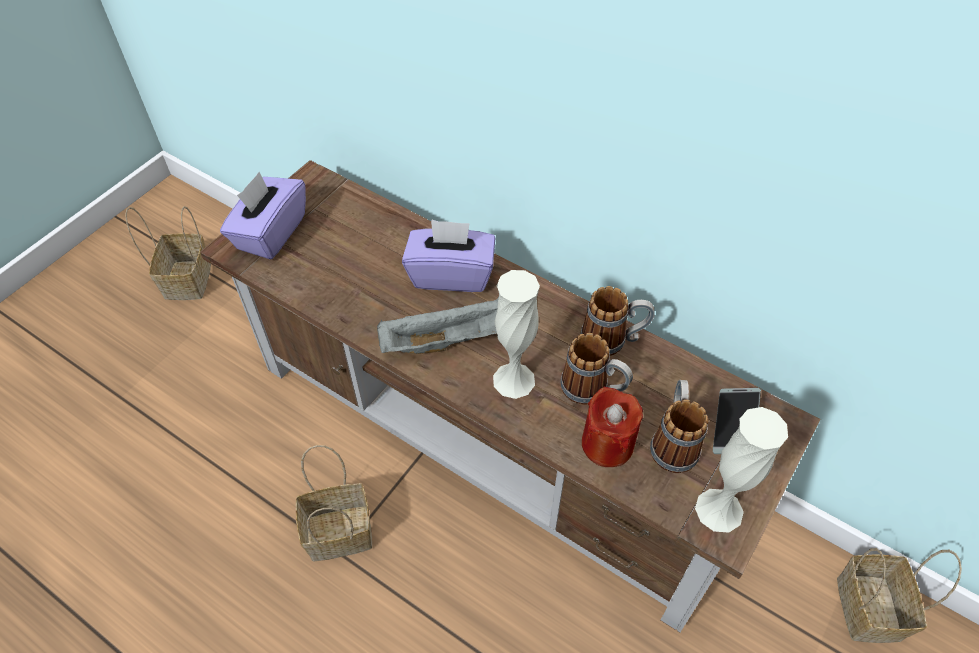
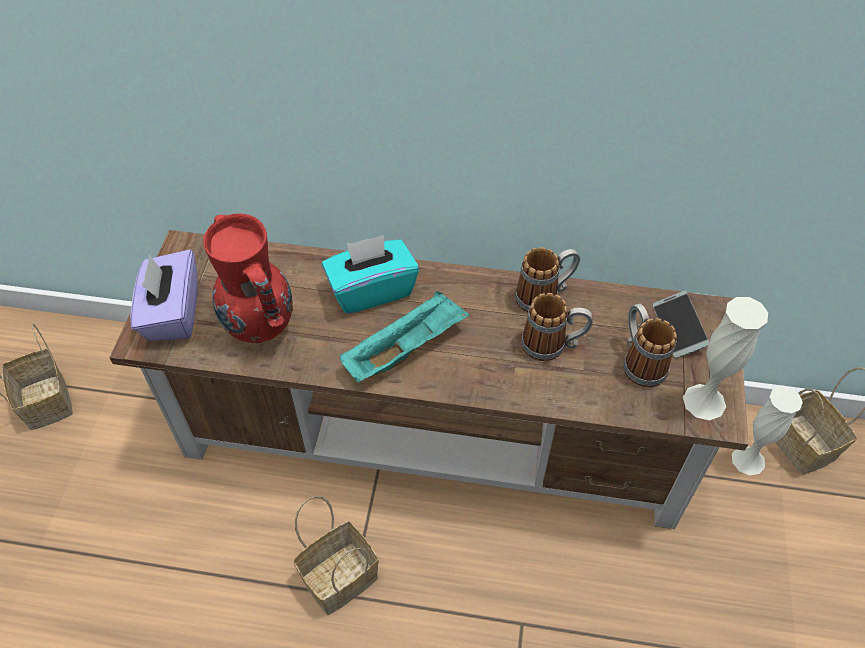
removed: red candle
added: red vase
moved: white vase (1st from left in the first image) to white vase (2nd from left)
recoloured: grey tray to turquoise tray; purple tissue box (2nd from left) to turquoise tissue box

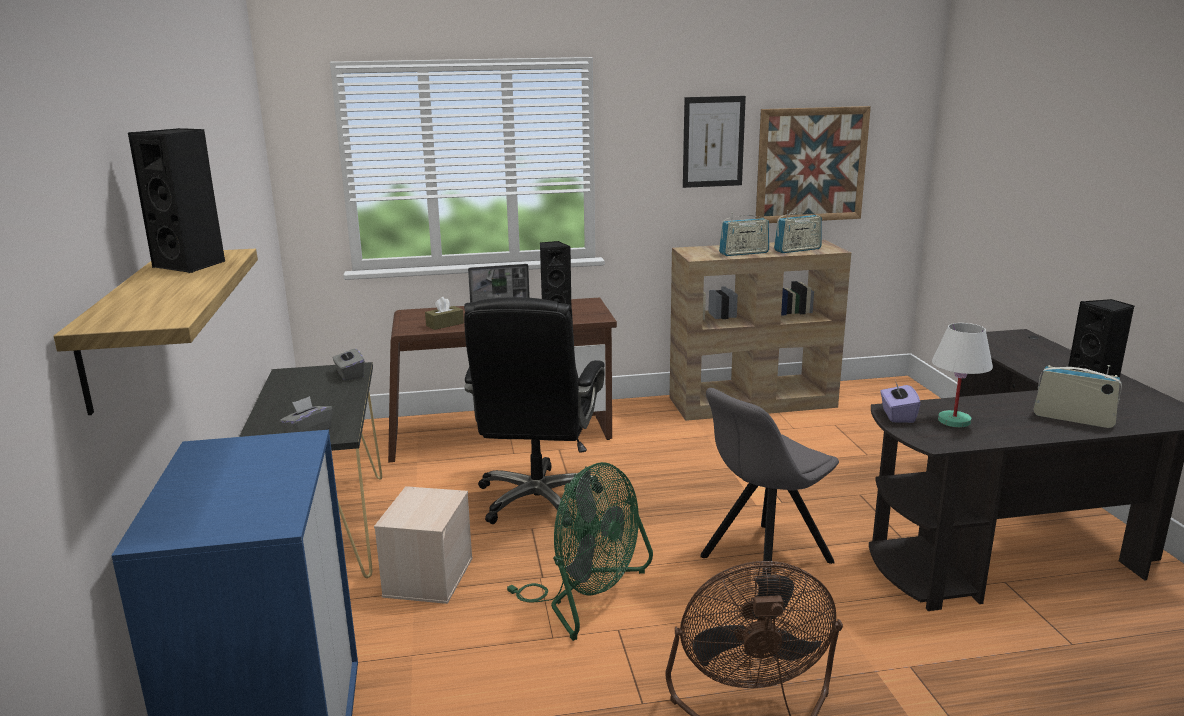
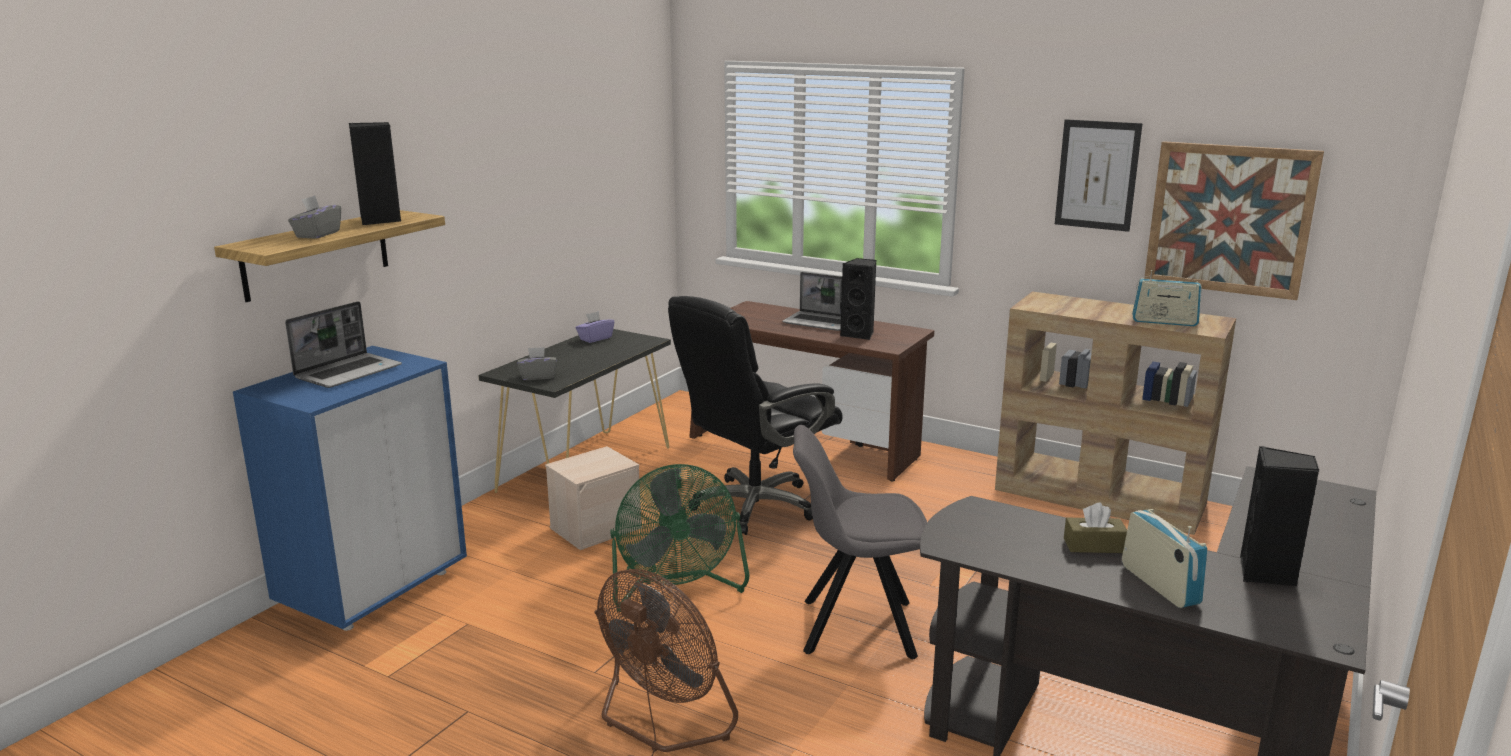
removed: radio (1st from left); white table lamp
added: laptop (1st from left)
moved: grey tissue box (2nd from left in the first image) to grey tissue box (1st from left); brown tissue box; purple tissue box

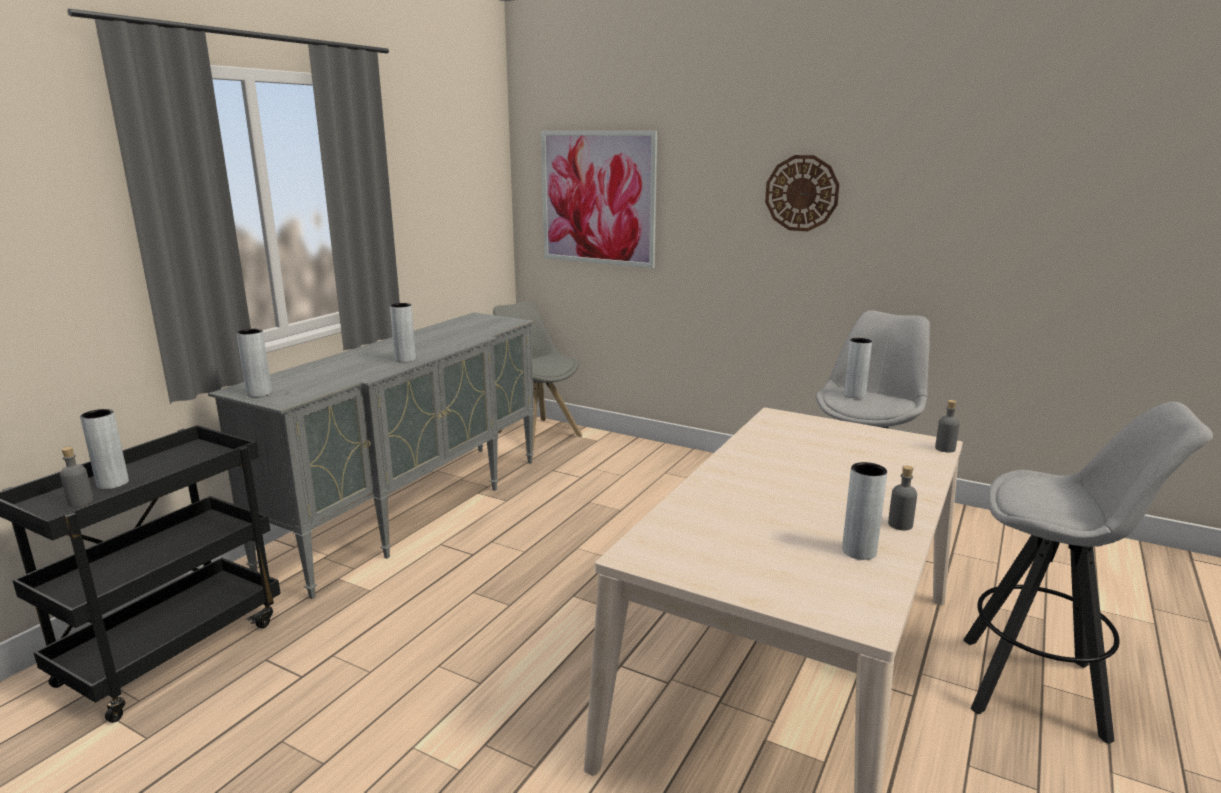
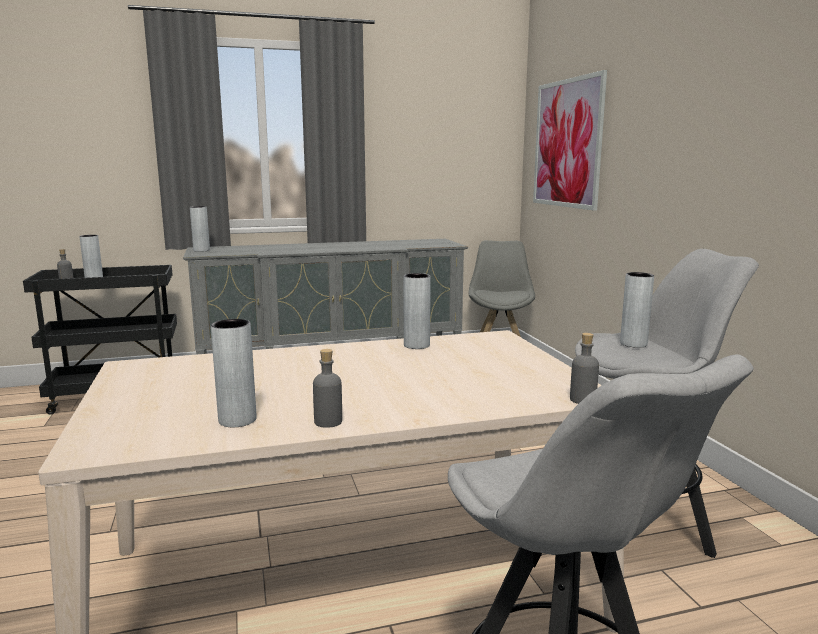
removed: wall clock
moved: grey vase (3rd from left in the first image) to grey vase (4th from left)

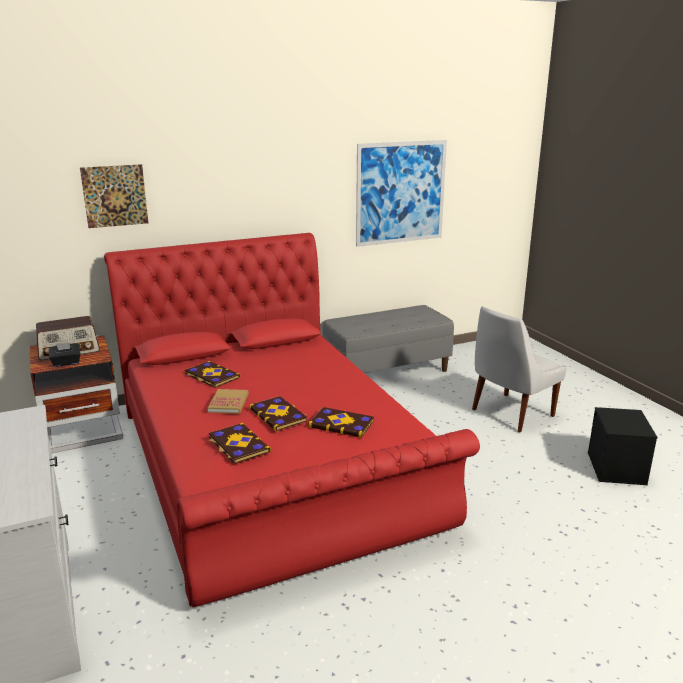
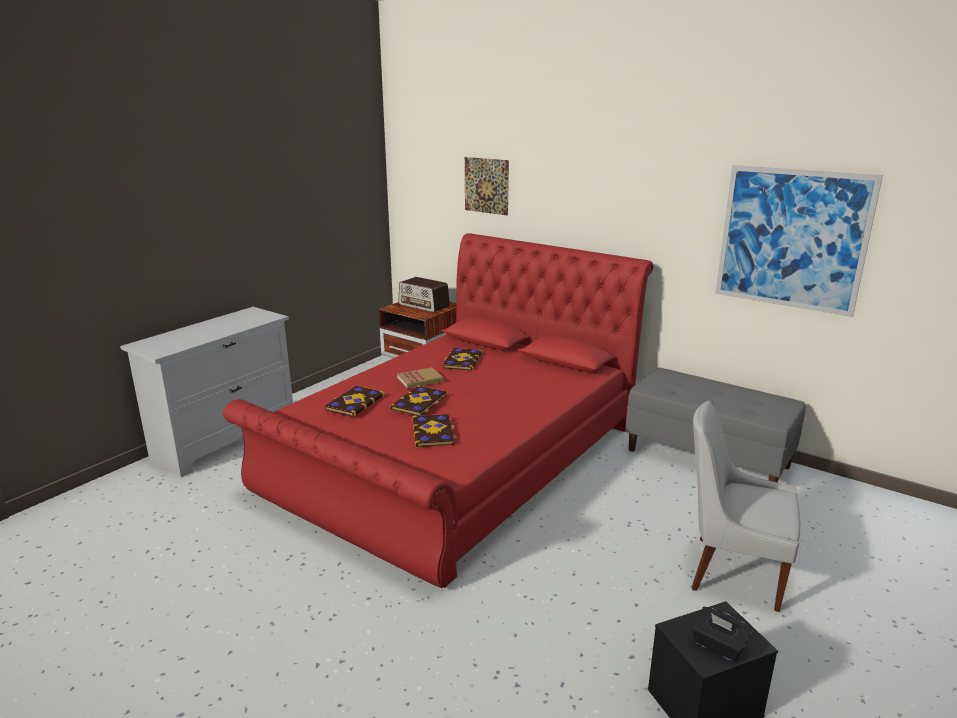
moved: black tissue box

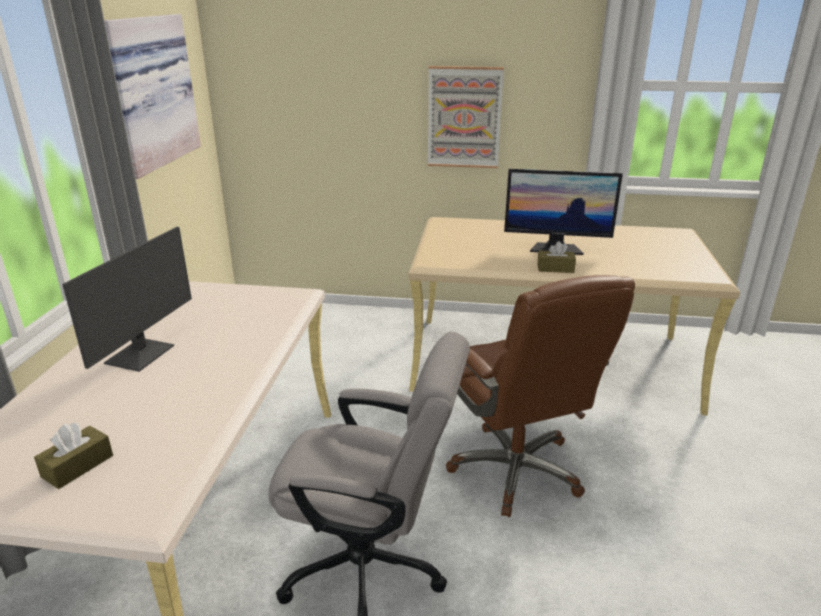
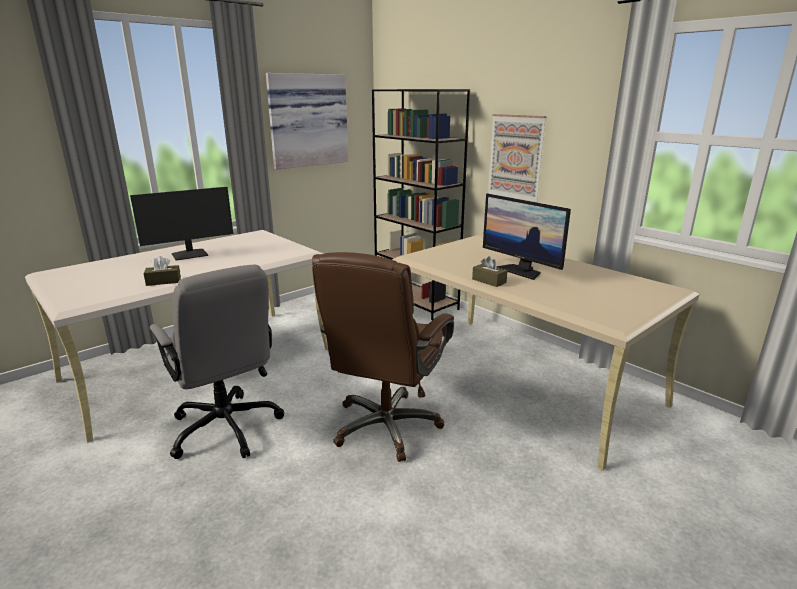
added: beige bookcase
moved: brown tissue box (1st from left)

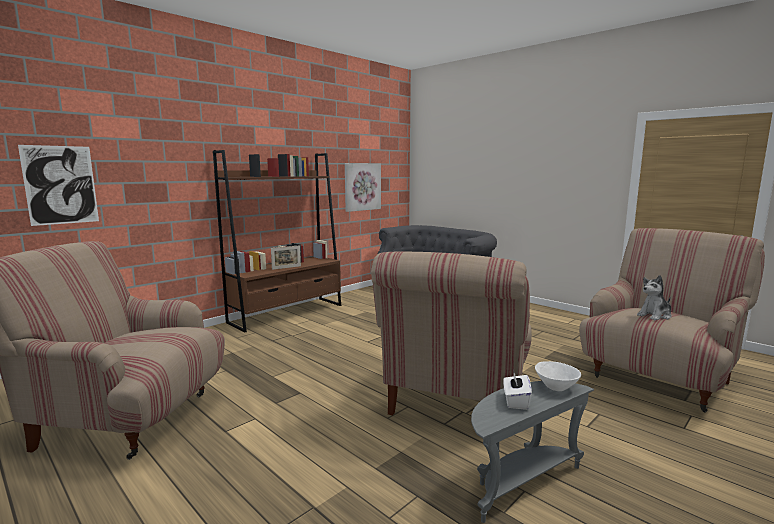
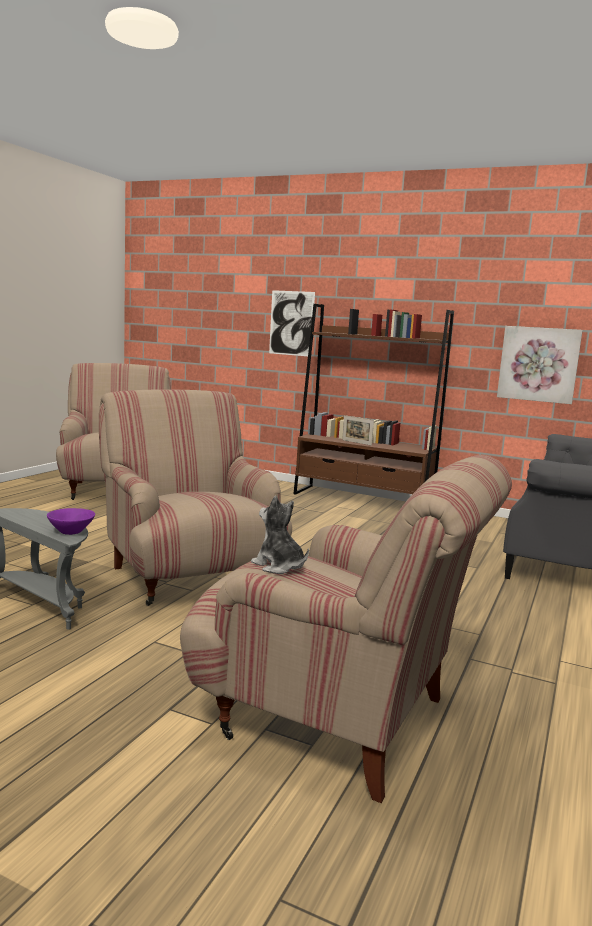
removed: white tissue box
moved: picture (1st from left)
recoloured: white bowl to purple bowl
turned: beige armchair (2nd from left) 60 degrees clockwise

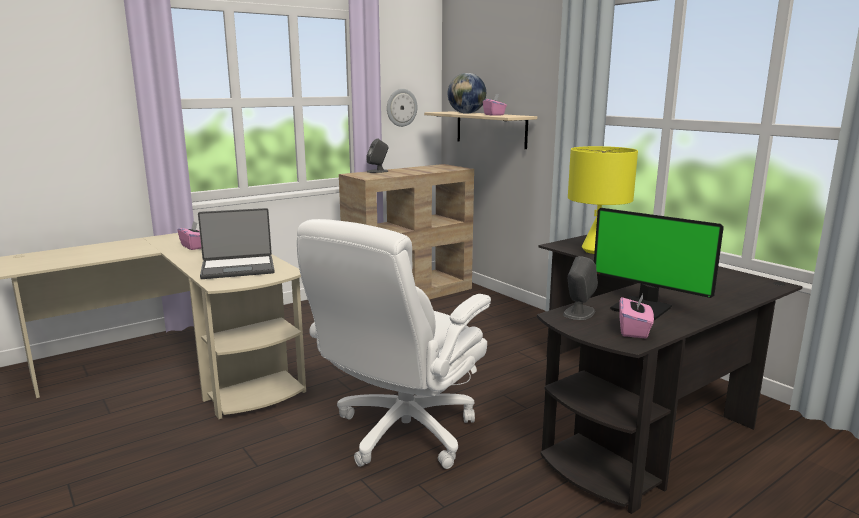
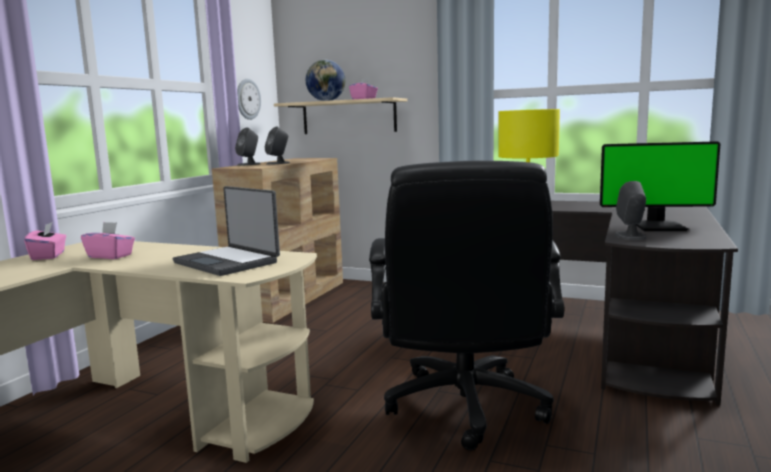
added: grey speaker (2nd from left)
moved: pink tissue box (3rd from left in the first image) to pink tissue box (1st from left)
recoloured: white office chair to black office chair
turned: laptop 90 degrees clockwise

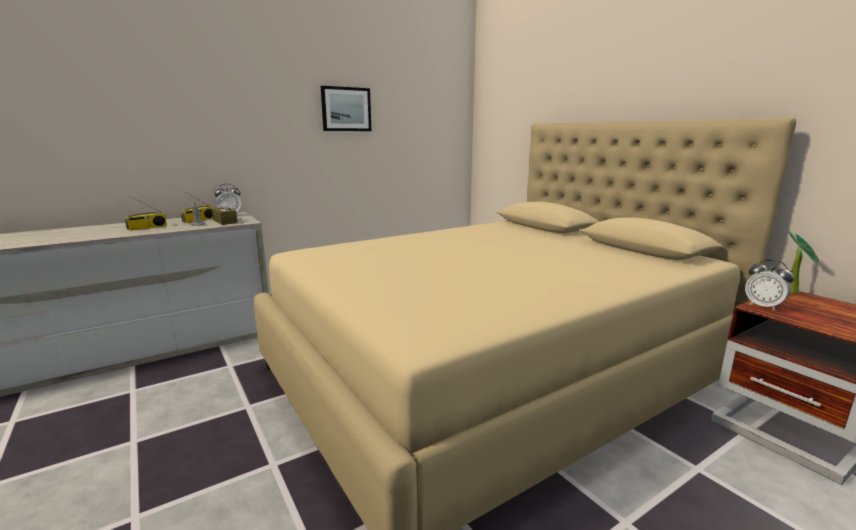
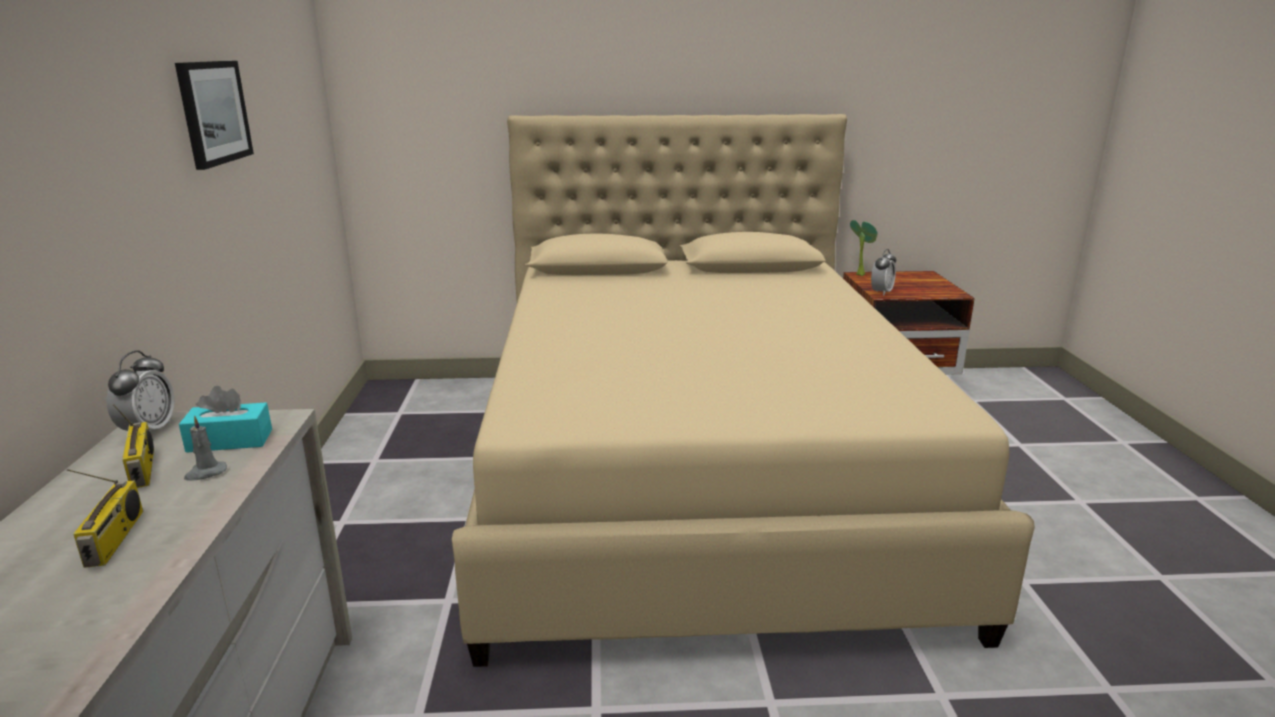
recoloured: brown tissue box to turquoise tissue box
turned: alarm clock (2nd from left) 45 degrees counterclockwise

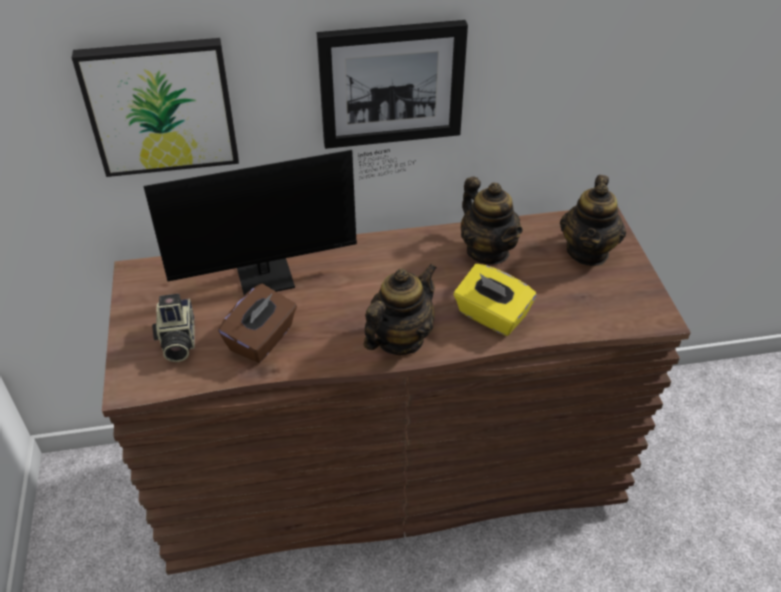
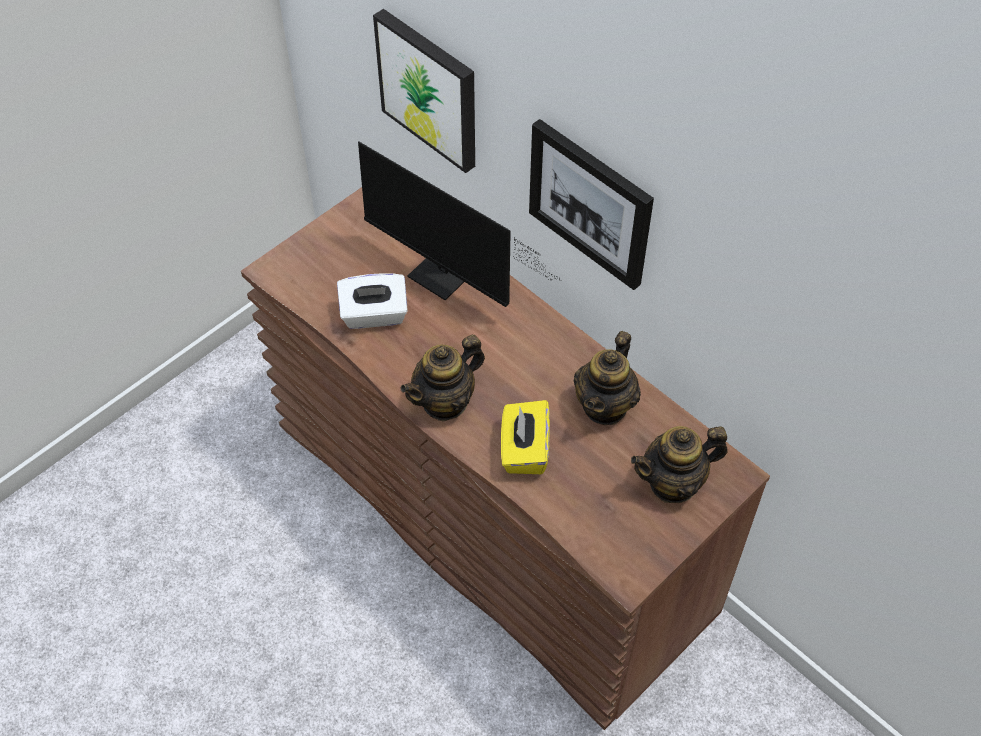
removed: photo camera
recoloured: brown tissue box to white tissue box
turned: teapot (1st from left) 135 degrees clockwise

